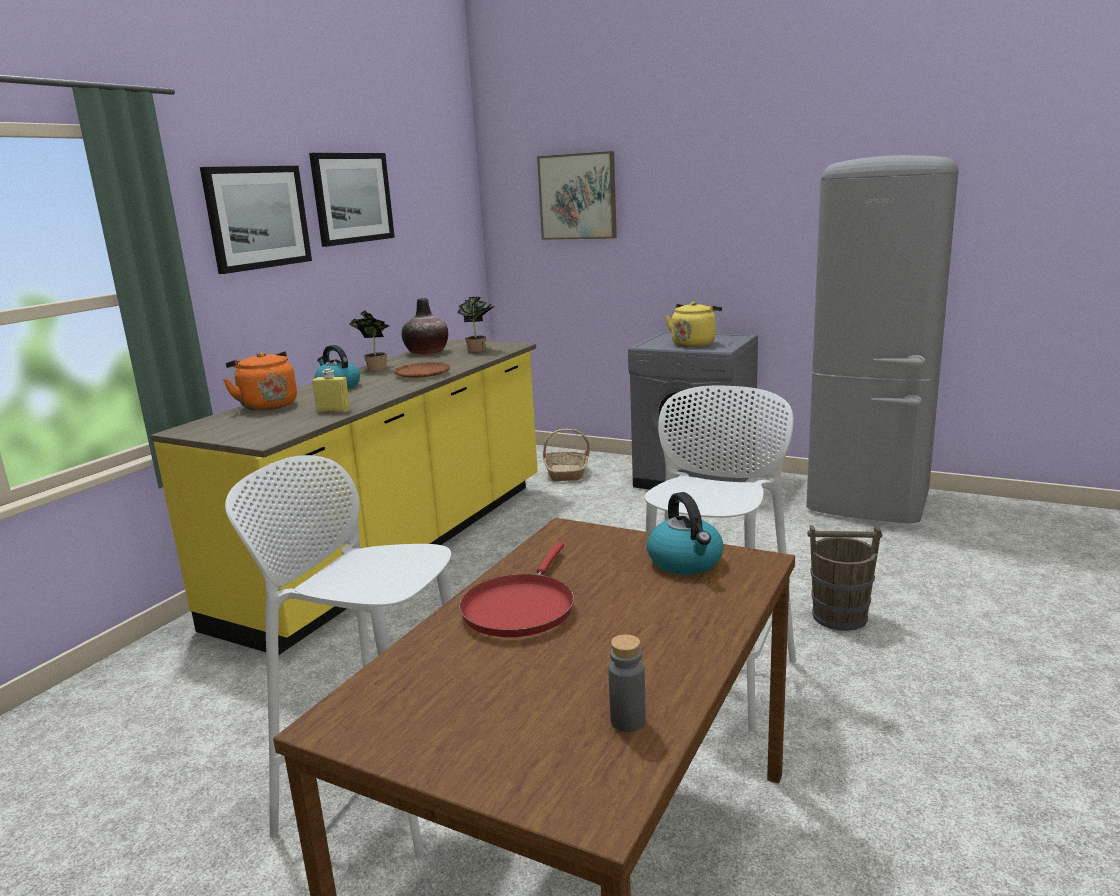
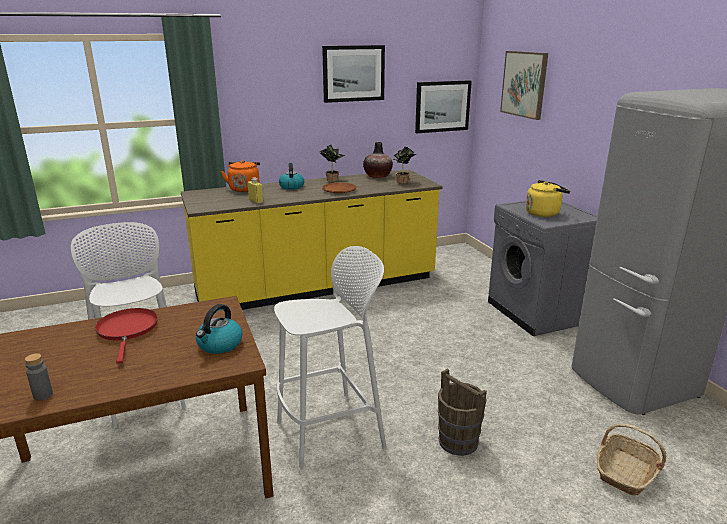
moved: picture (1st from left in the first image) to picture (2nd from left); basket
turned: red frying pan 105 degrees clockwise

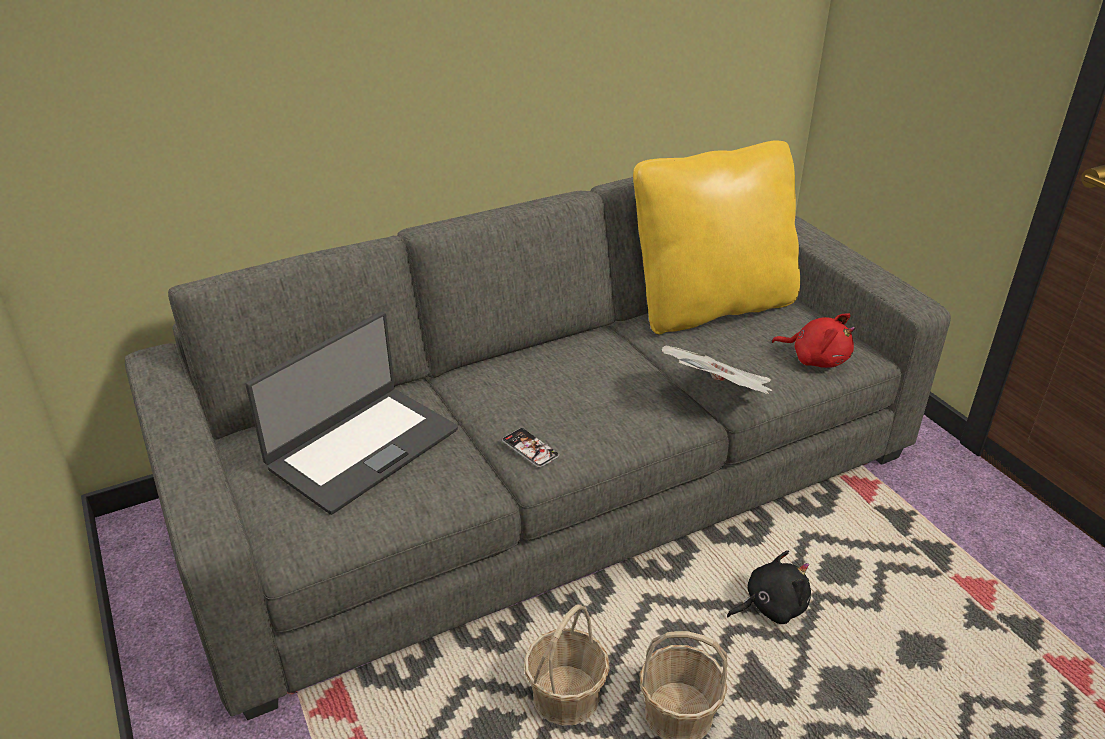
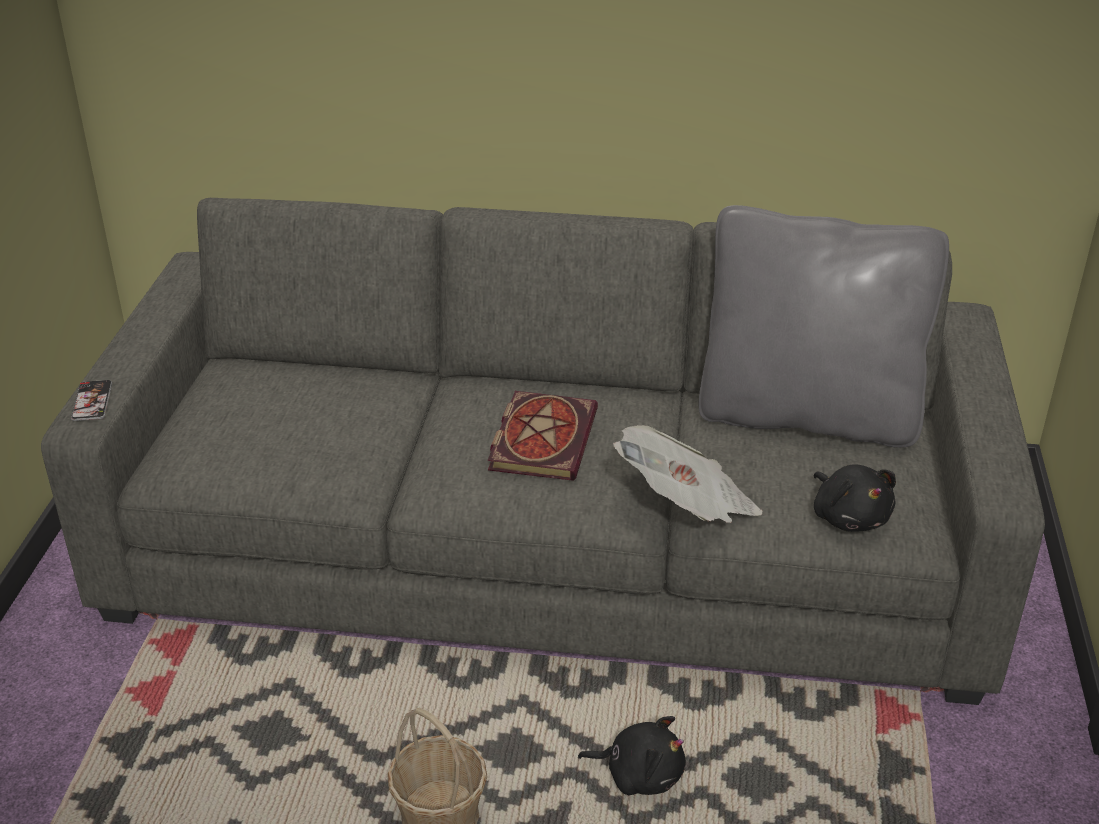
removed: laptop; basket (1st from left)
added: book
moved: phone
recoloured: yellow pillow to grey pillow; red plush toy to black plush toy (2nd from left)

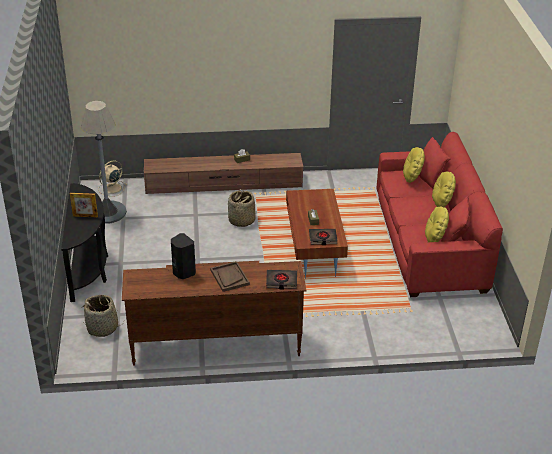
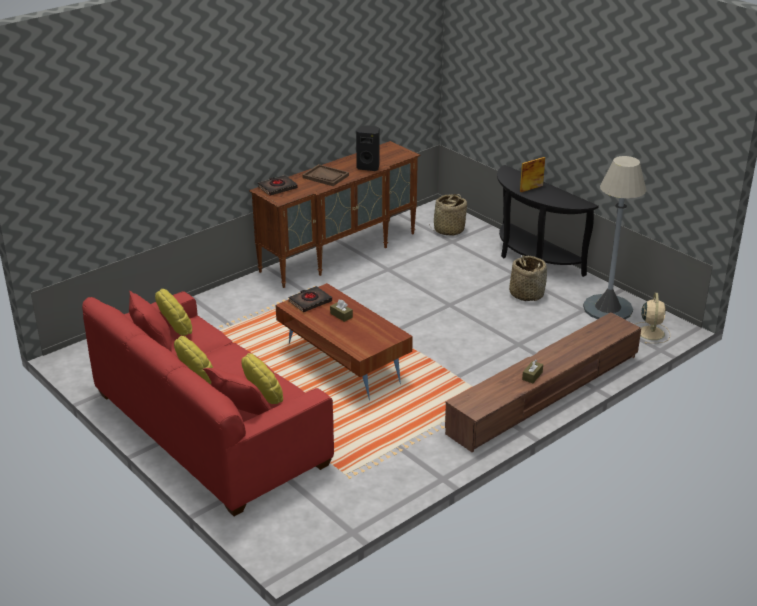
moved: basket (2nd from left)

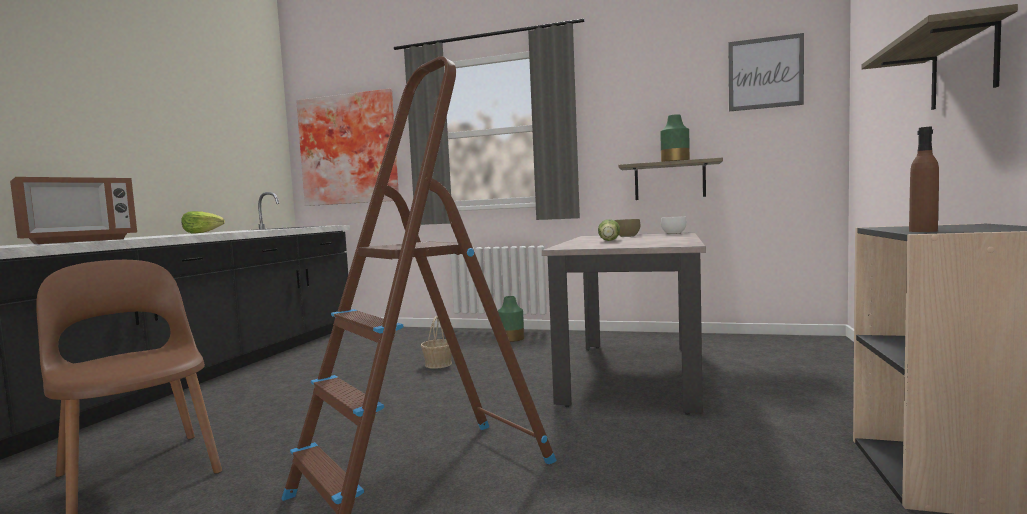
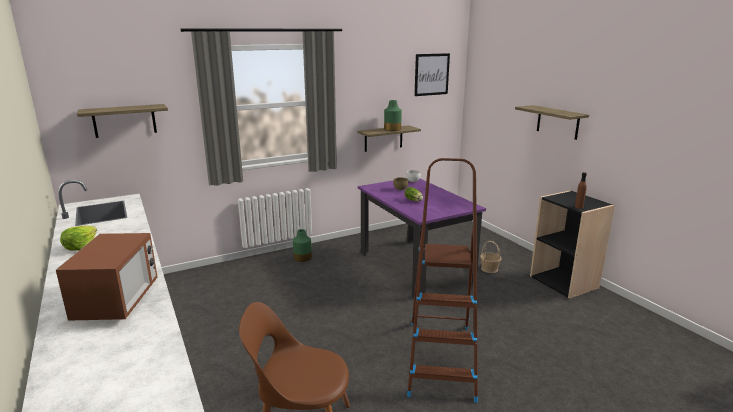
moved: basket
replaced: picture (1st from left) to shelf (1st from left)
recoloured: beige dining table to purple dining table

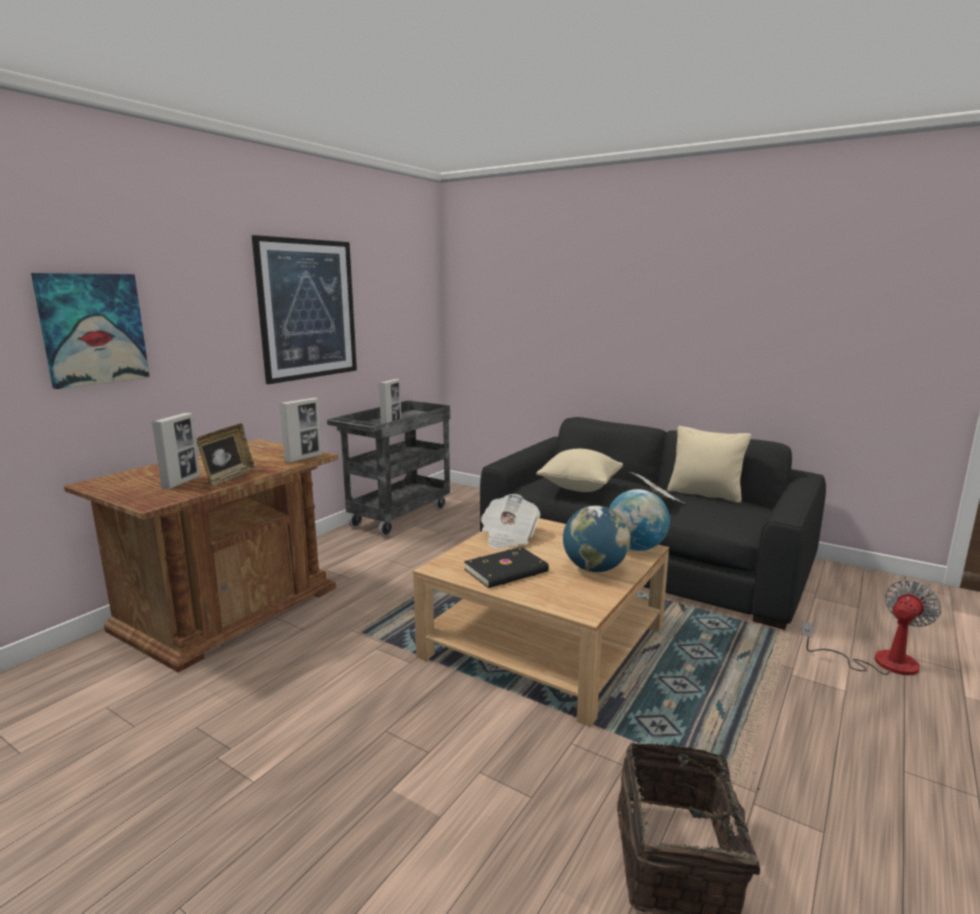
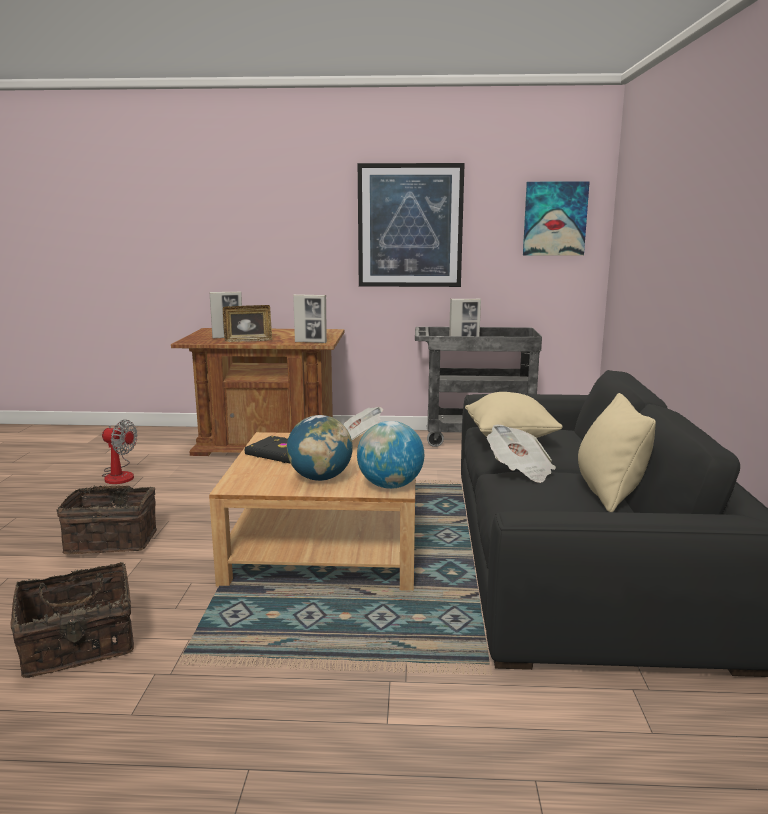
added: basket (2nd from left)
moved: picture (1st from left in the first image) to picture (2nd from left); fan

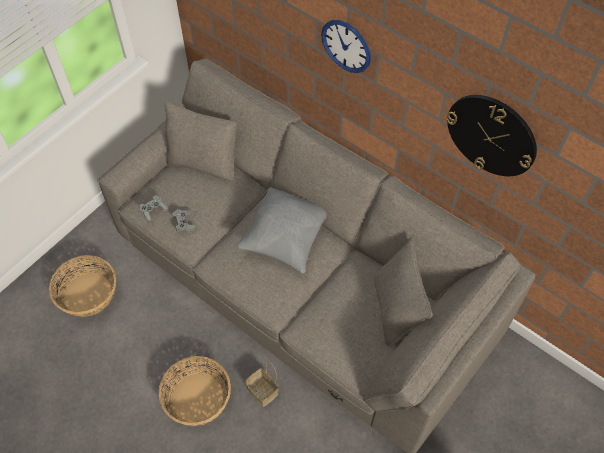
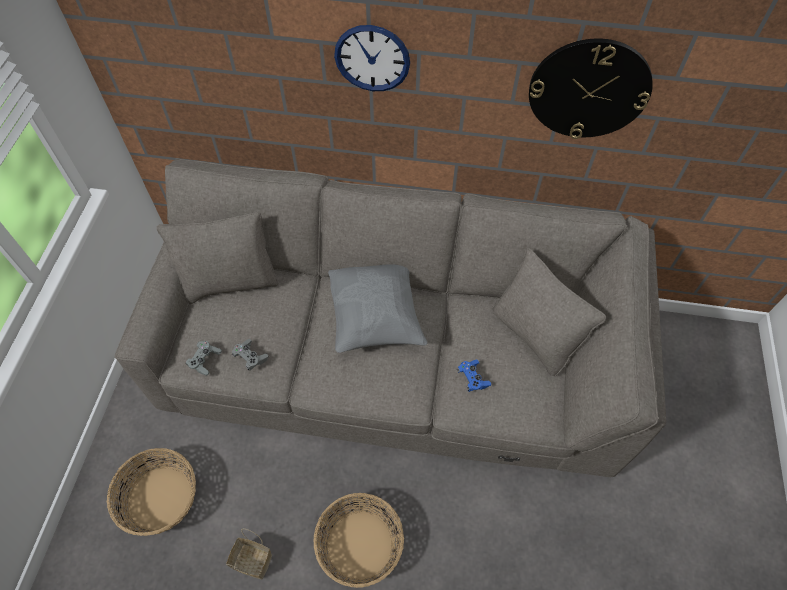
added: blue game controller
moved: basket (3rd from left in the first image) to basket (2nd from left)

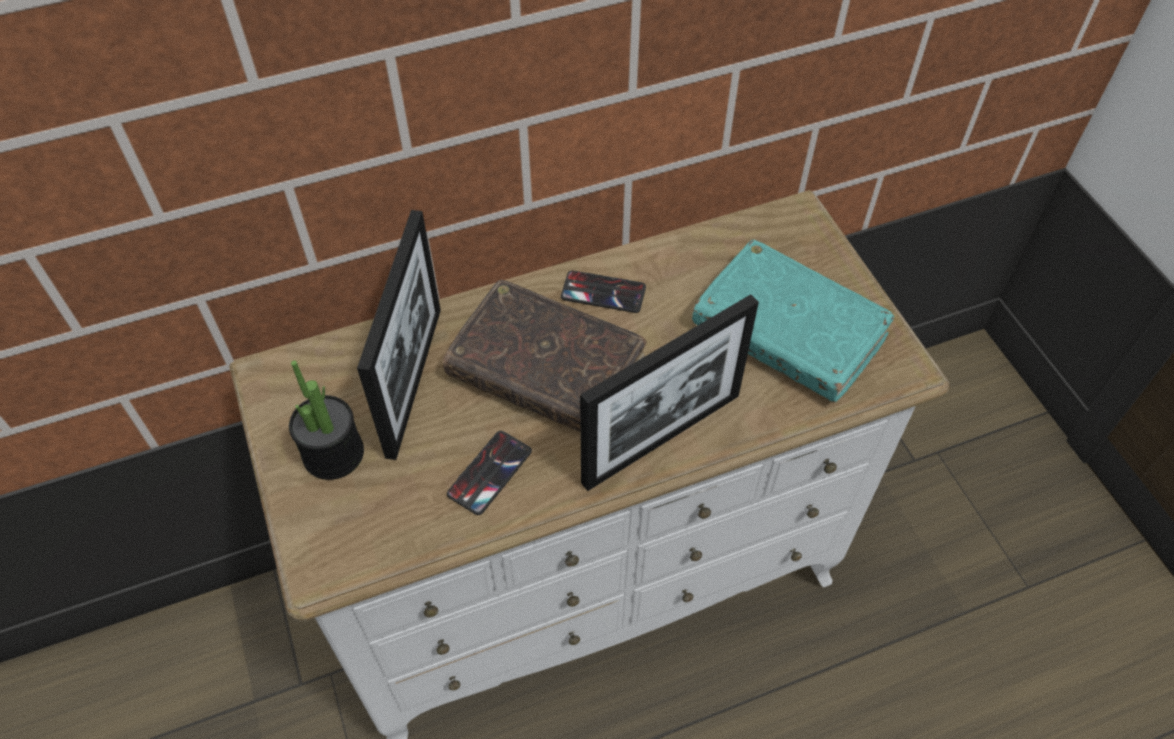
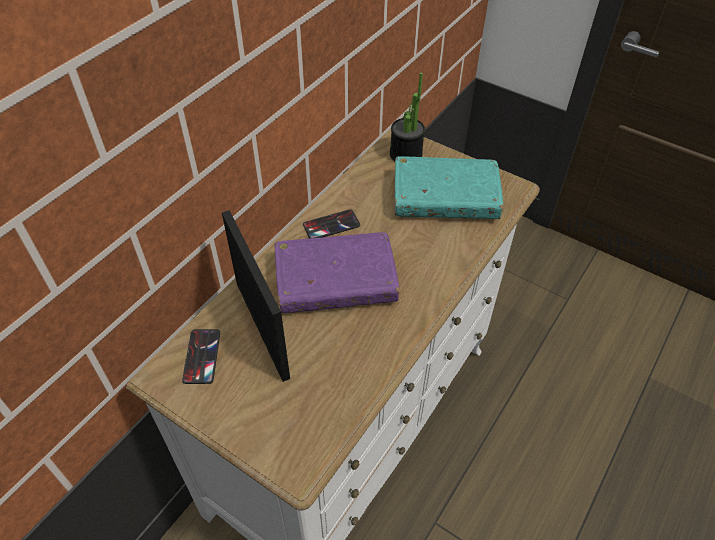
removed: picture frame (2nd from left)
moved: potted plant; phone (1st from left)
recoloured: brown book to purple book

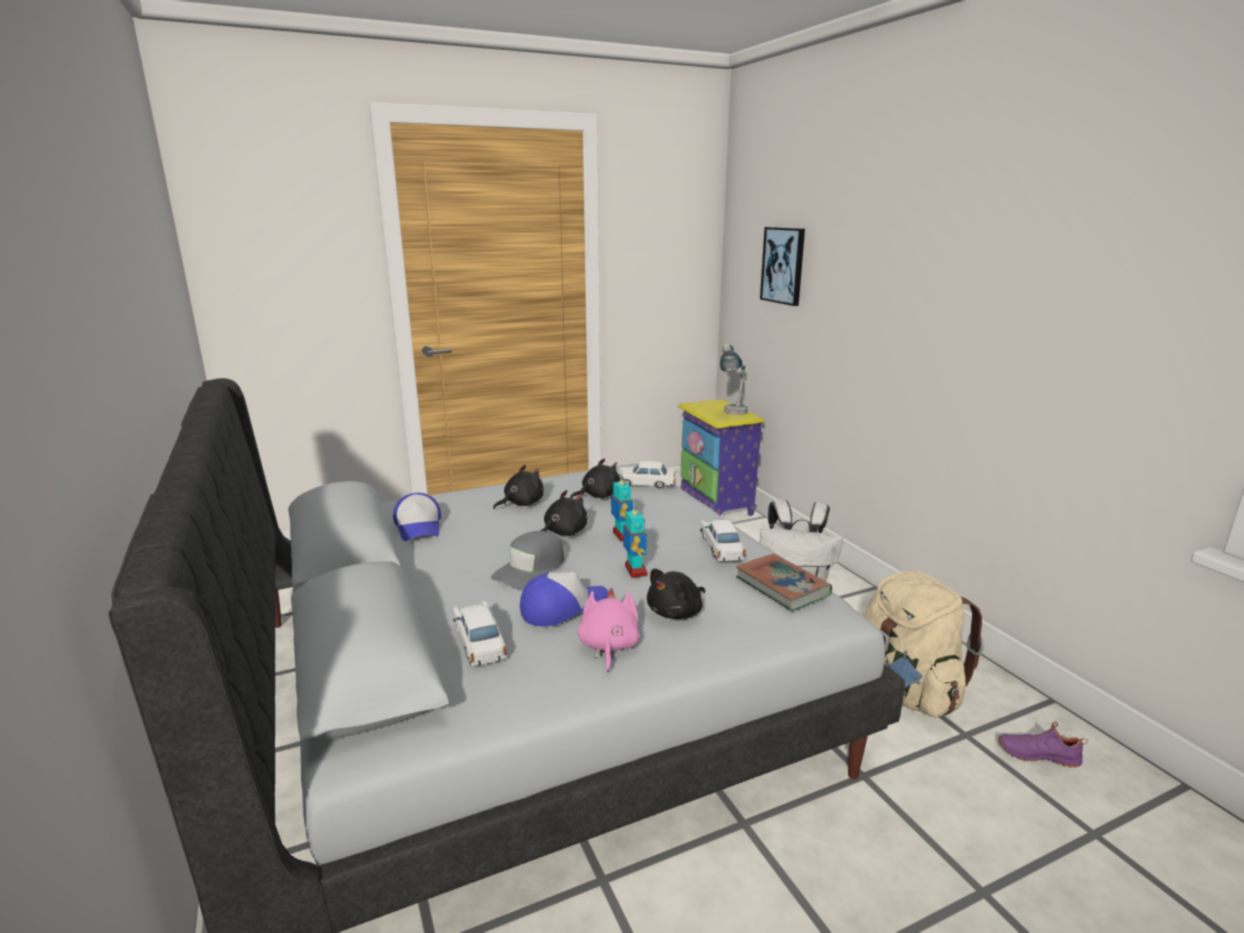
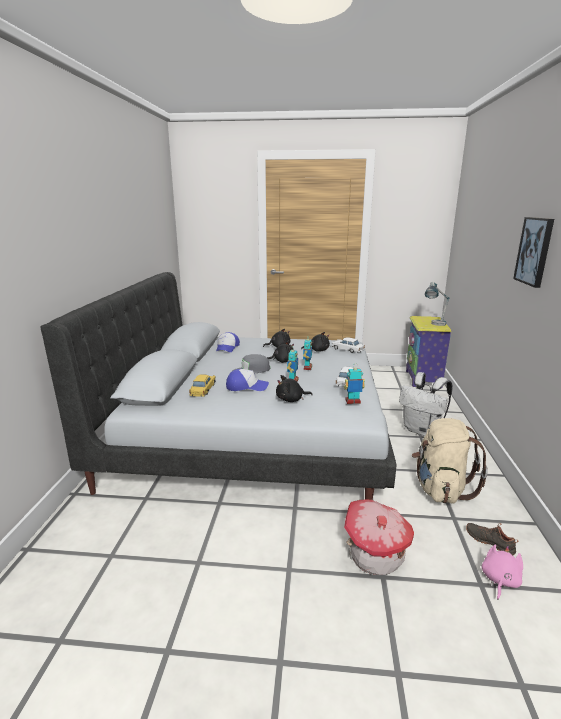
added: toy house
moved: pink plush toy; picture
replaced: book to toy robot (3rd from left)
recoloured: white toy car (1st from left) to yellow toy car; purple shoe to black shoe

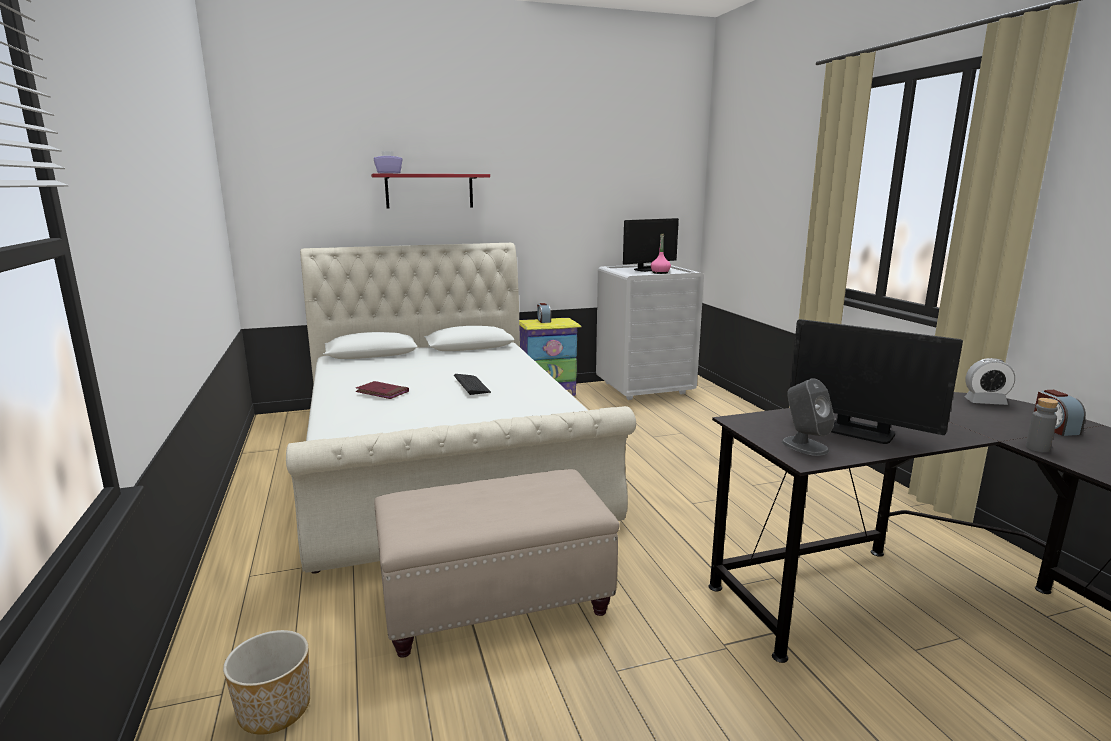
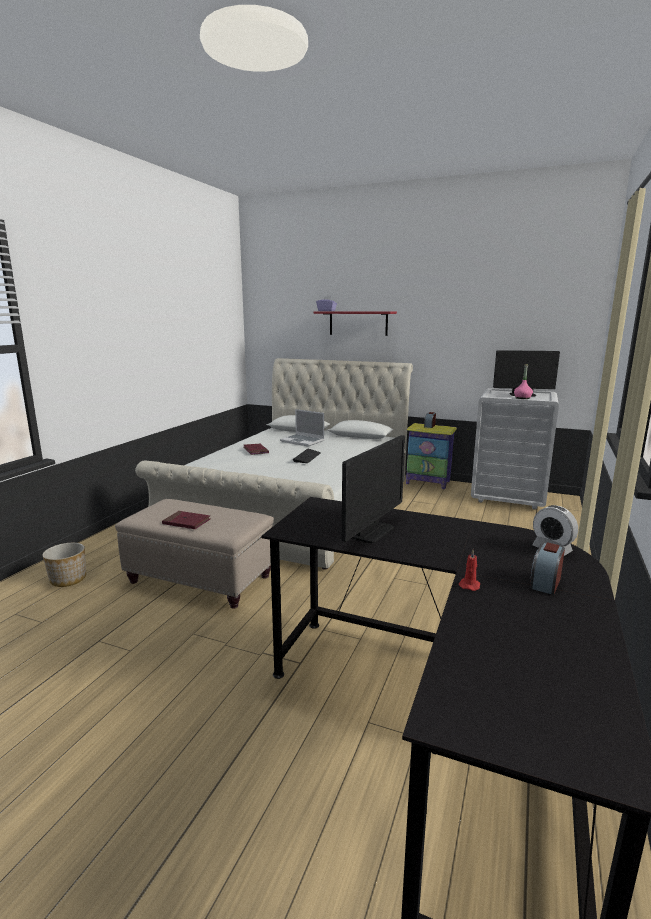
removed: grey speaker
added: red book (1st from left); laptop
replaced: grey bottle to red candle
turned: monitor (2nd from left in the first image) 135 degrees counterclockwise

